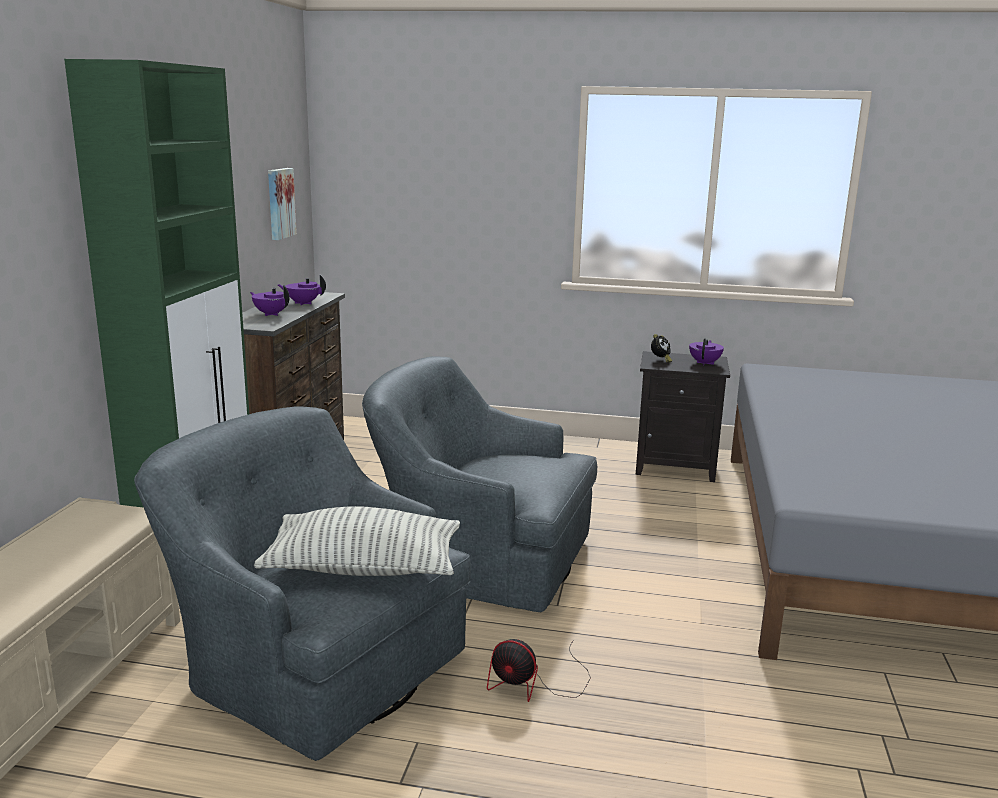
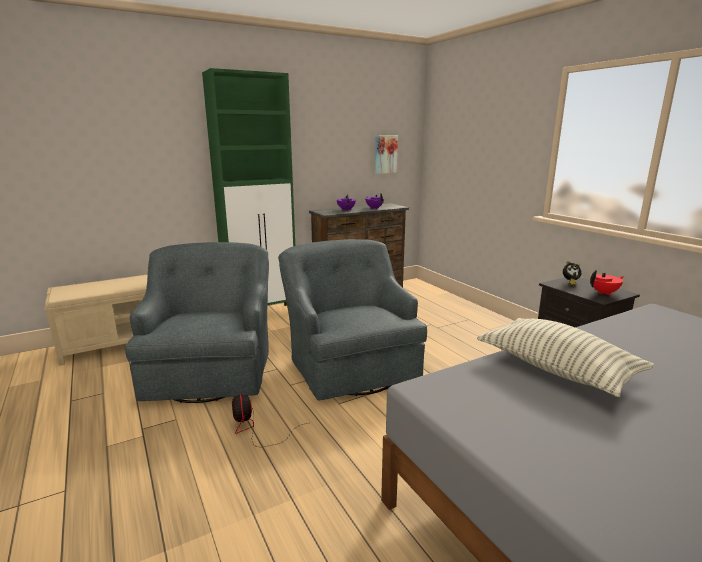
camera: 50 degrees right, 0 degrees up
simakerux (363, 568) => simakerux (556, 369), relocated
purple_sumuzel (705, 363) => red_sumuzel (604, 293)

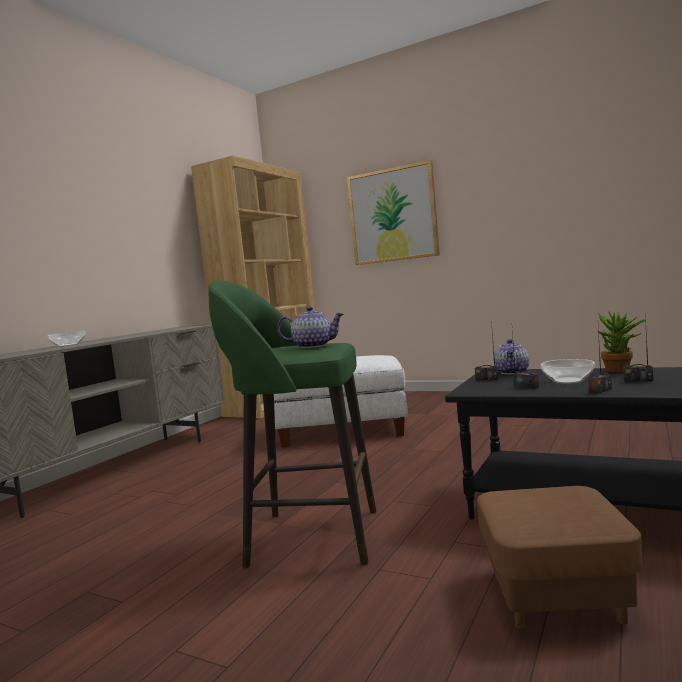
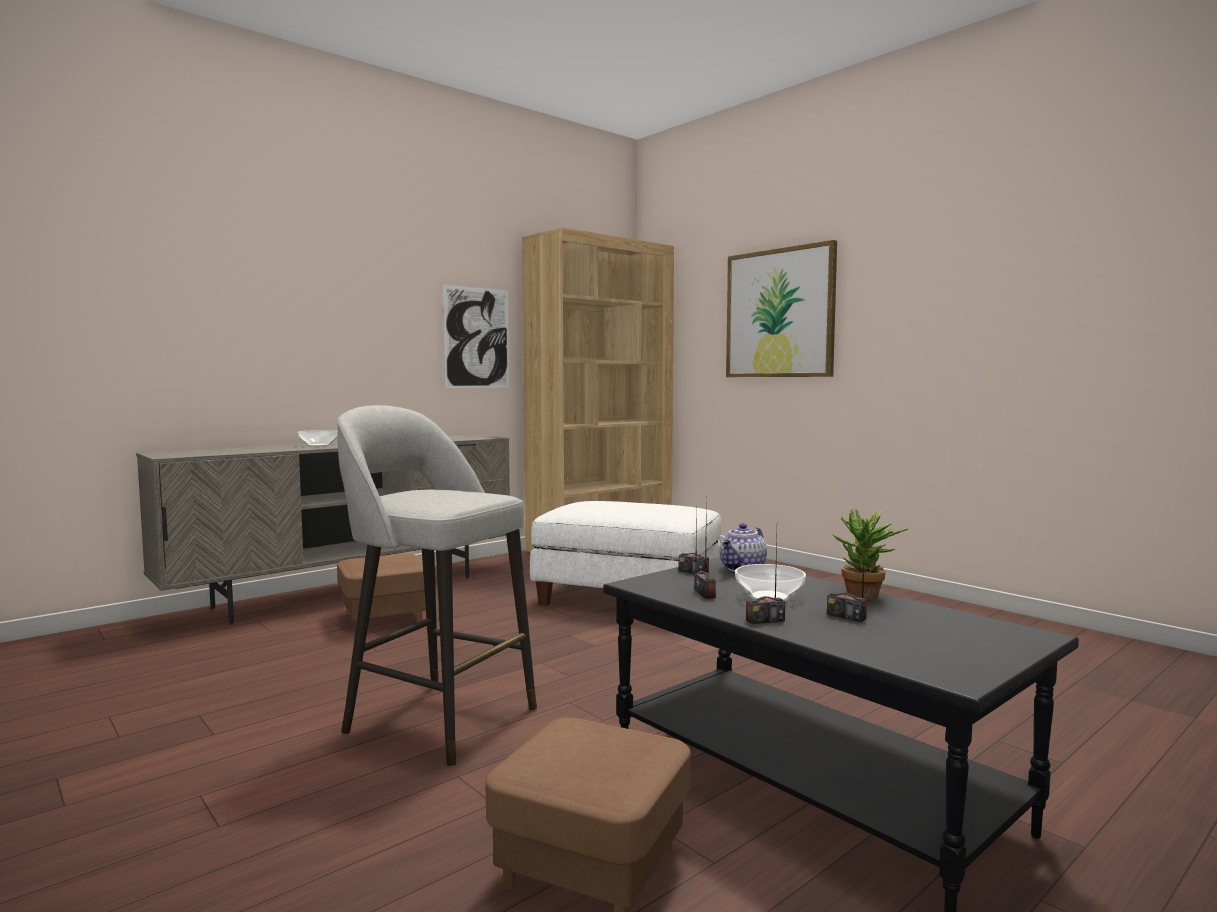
camera: 20 degrees right, 0 degrees up
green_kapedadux (309, 537) => grey_kapedadux (437, 719)
sumuzel (313, 346) => nothing
nothing => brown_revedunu (384, 617)
nothing => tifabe (477, 338)

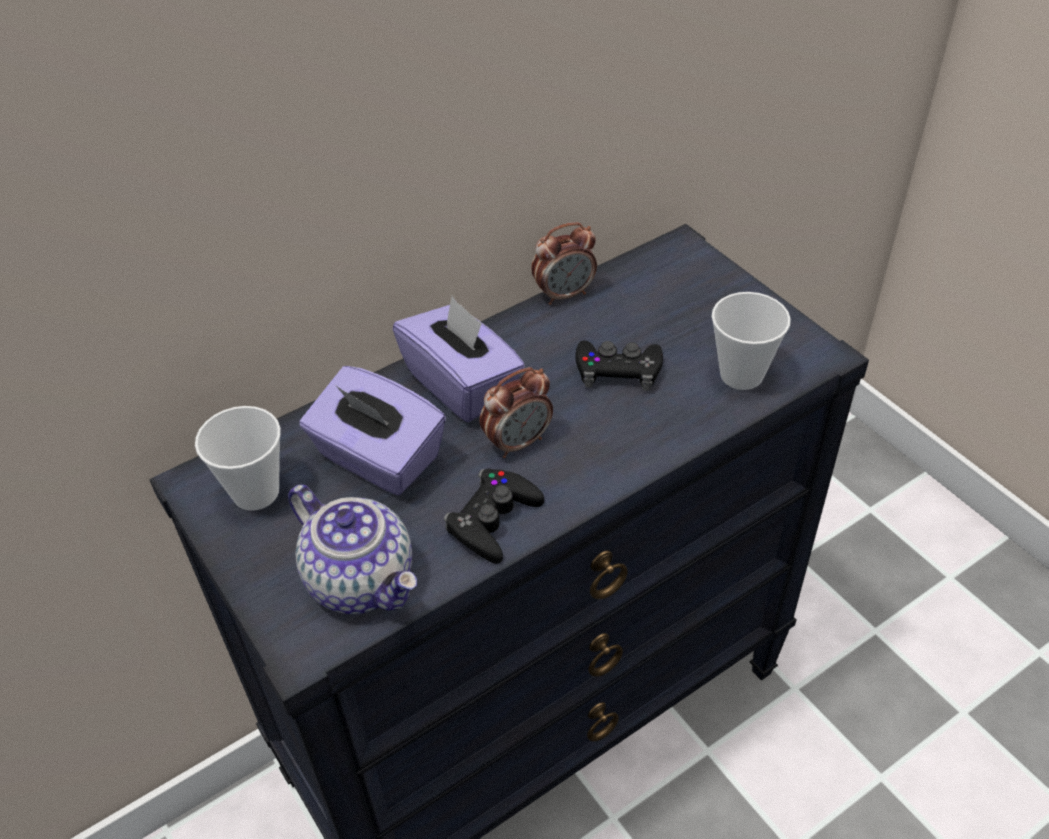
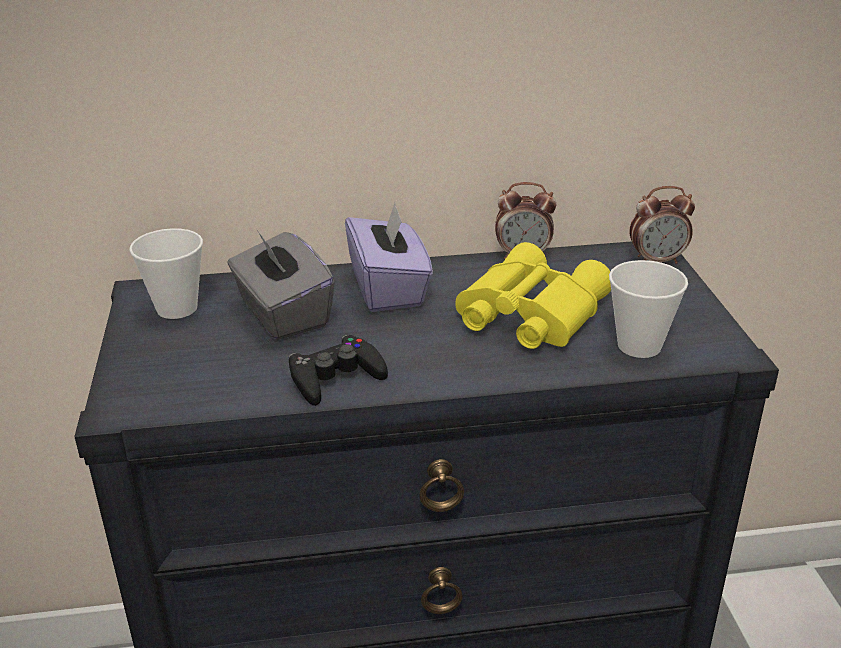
camera: 25 degrees right, 15 degrees down
sumuzel (362, 580) => nothing
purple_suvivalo (378, 458) => grey_suvivalo (282, 314)
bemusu (518, 442) => bemusu (657, 261), relocated
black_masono (618, 370) => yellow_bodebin (527, 314)

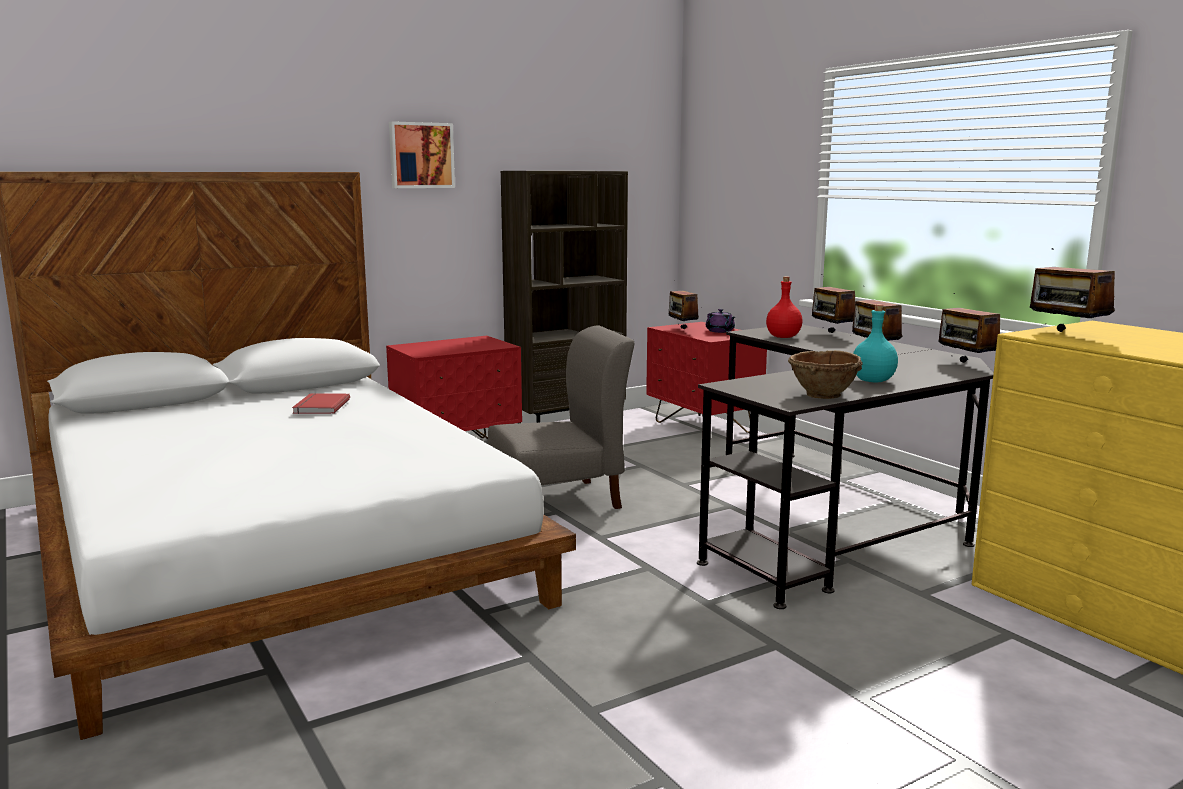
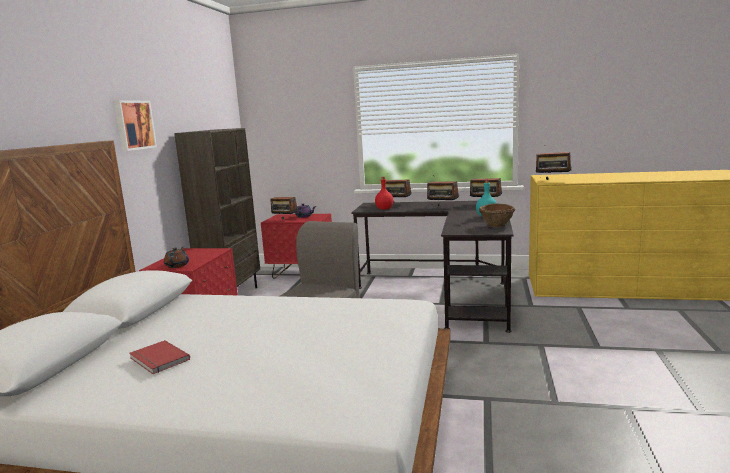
camera: 45 degrees left, 0 degrees up
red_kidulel (319, 406) => red_kidulel (158, 359), relocated
nothing => brown_sumuzel (177, 265)

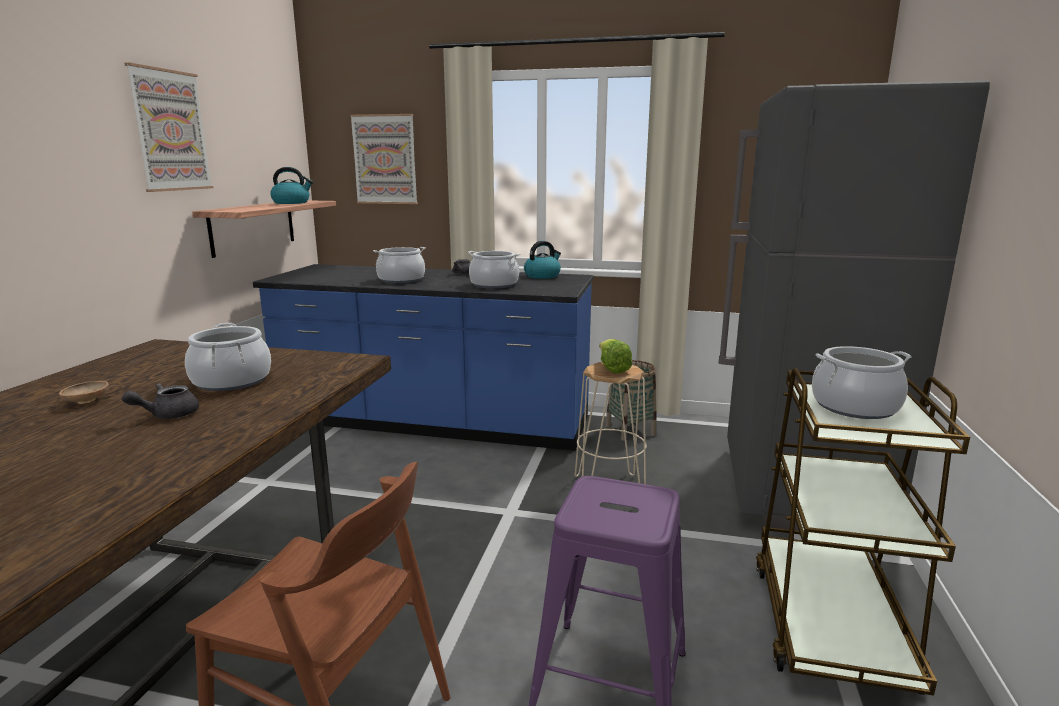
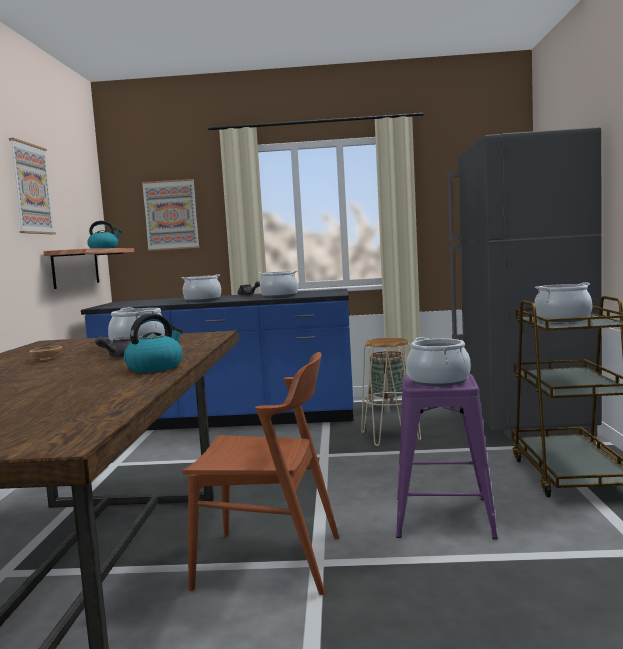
camera: 10 degrees left, 10 degrees down
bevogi (542, 276) => bevogi (155, 367), relocated
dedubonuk (612, 369) => nothing
nothing => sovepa (439, 381)

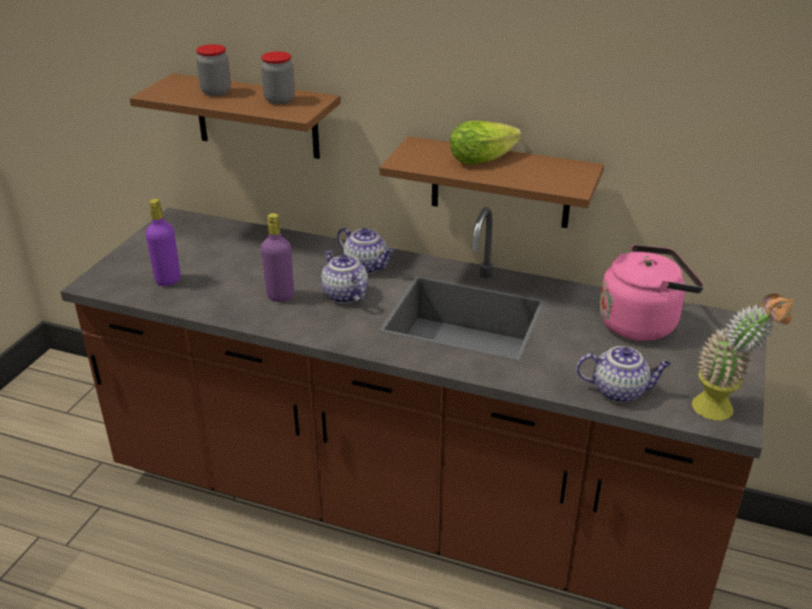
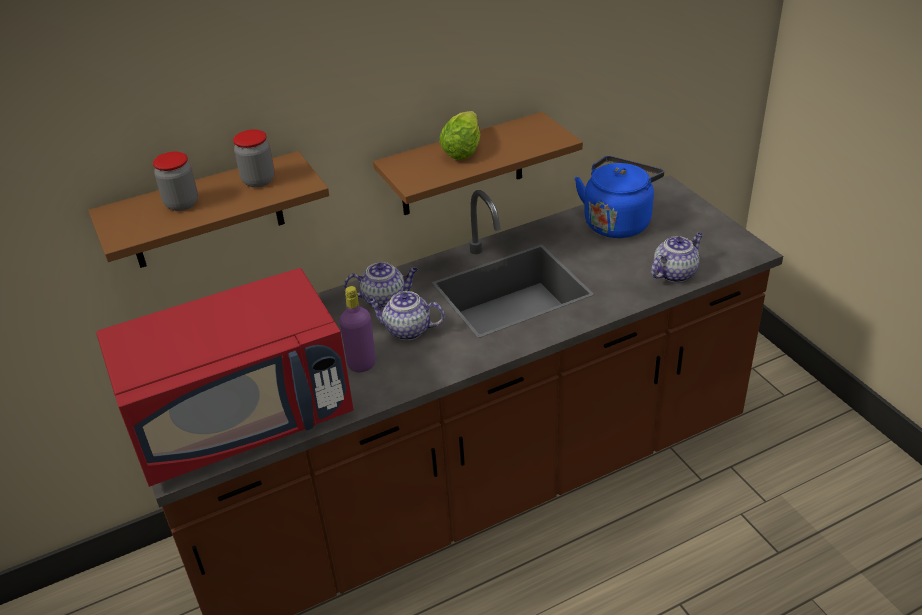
camera: 45 degrees left, 5 degrees up
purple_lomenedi (168, 280) => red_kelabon (242, 418)
pink_bevogi (642, 323) => blue_bevogi (618, 222)
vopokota (723, 411) => nothing

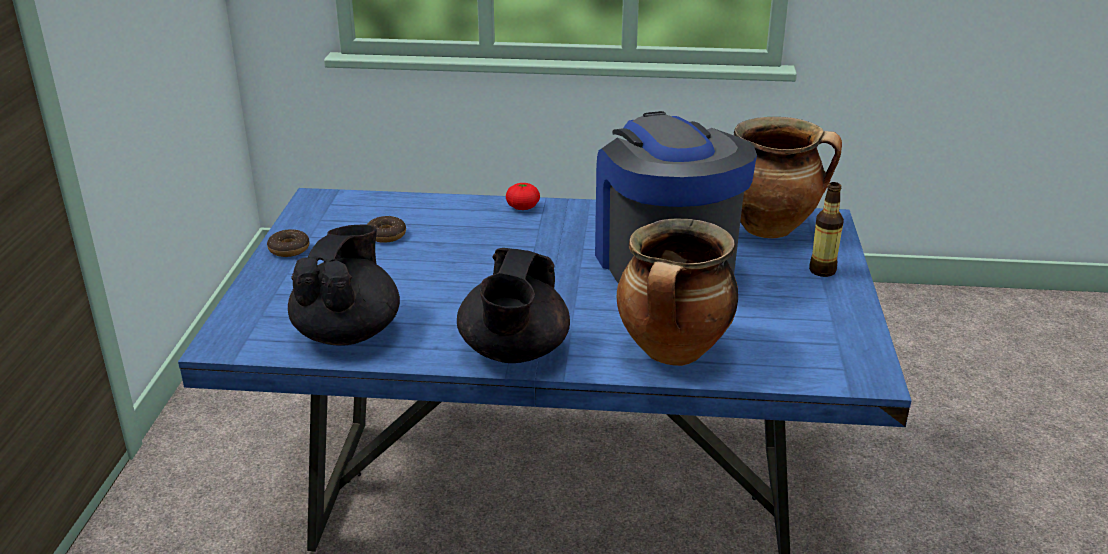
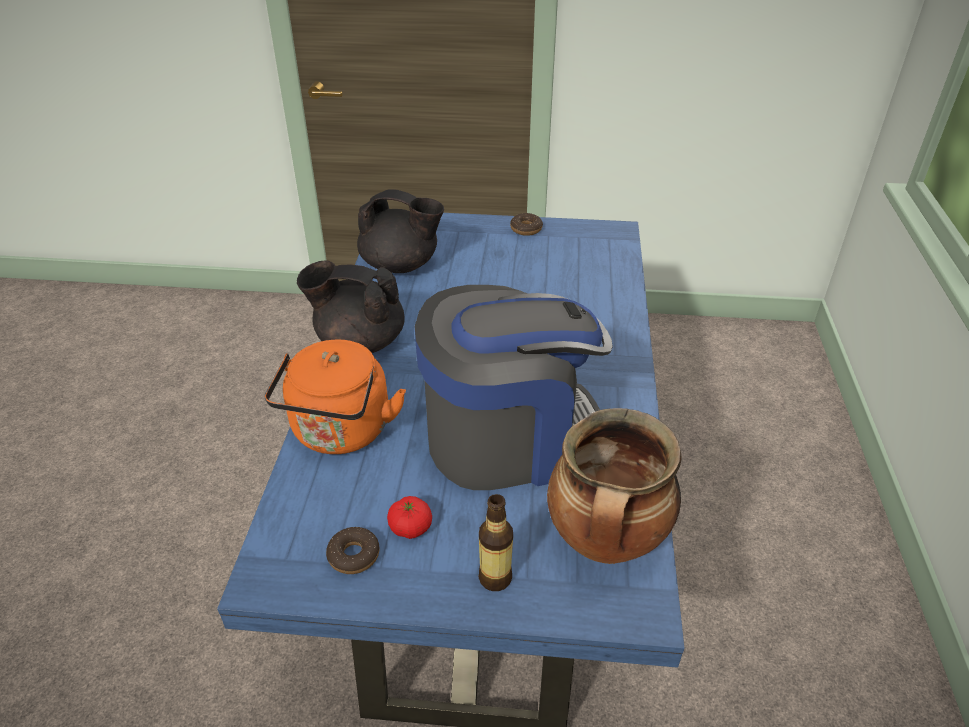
camera: 90 degrees right, 10 degrees up
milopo (386, 235) => milopo (354, 555), relocated
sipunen (523, 207) => sipunen (410, 527), relocated
sovepa (674, 353) => orange_bevogi (340, 433)

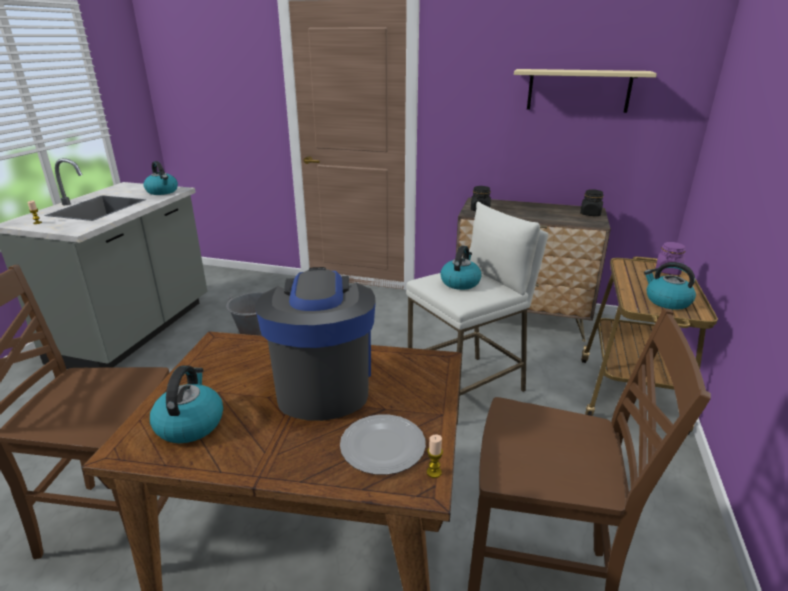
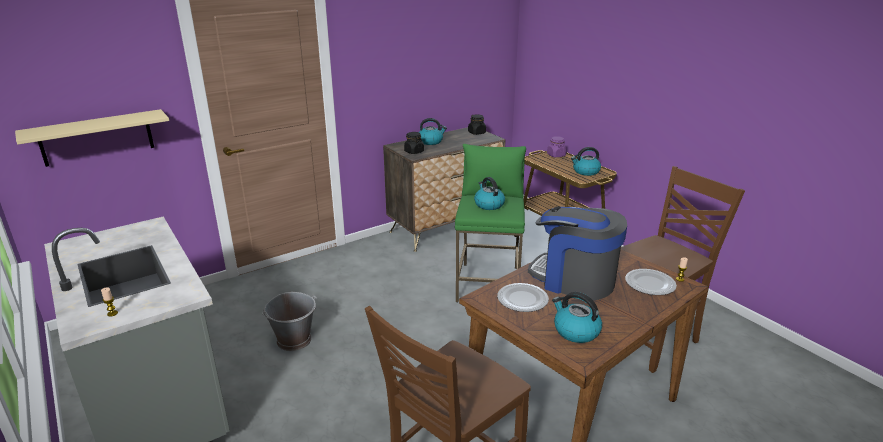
camera: 50 degrees left, 0 degrees up
bevogi (162, 191) => bevogi (431, 141), relocated
white_kapedadux (467, 387) => green_kapedadux (488, 283)
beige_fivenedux (578, 90) => beige_fivenedux (97, 138), relocated
nothing => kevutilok (523, 299)

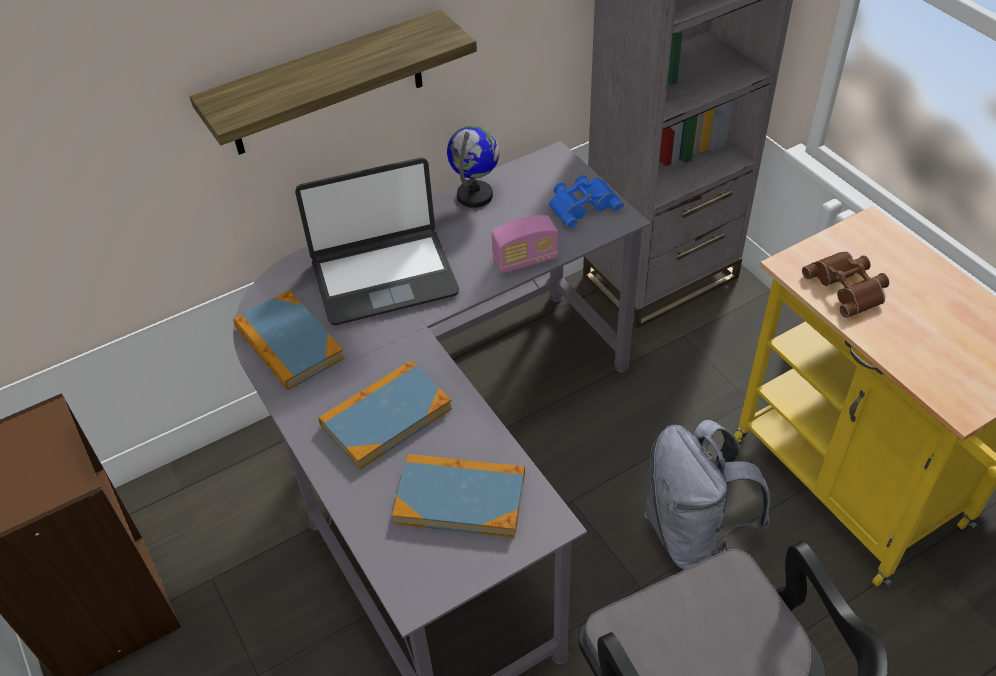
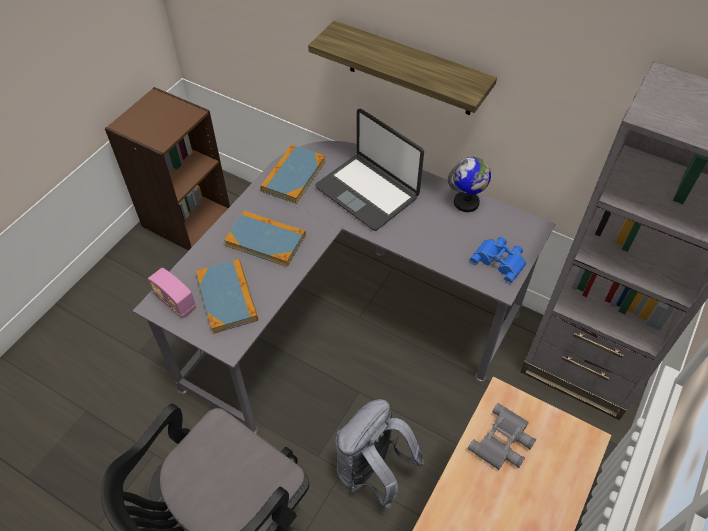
camera: 60 degrees right, 5 degrees up
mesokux (525, 260) => mesokux (175, 302), relocated
brown_bodebin (848, 287) => grey_bodebin (504, 442)

